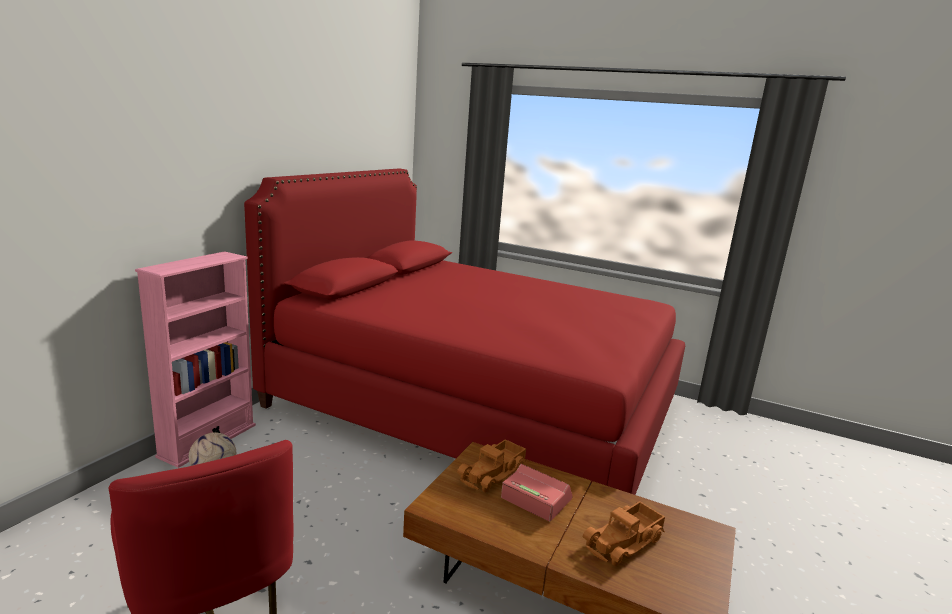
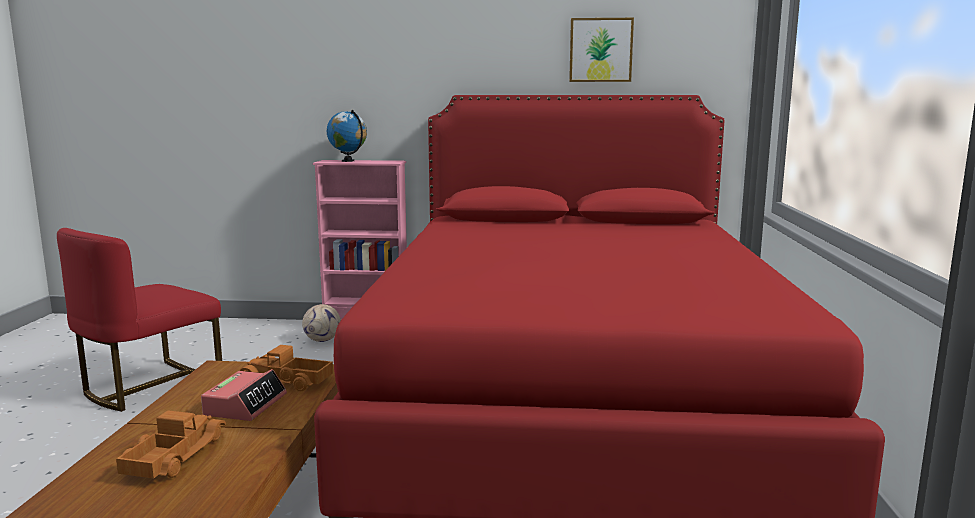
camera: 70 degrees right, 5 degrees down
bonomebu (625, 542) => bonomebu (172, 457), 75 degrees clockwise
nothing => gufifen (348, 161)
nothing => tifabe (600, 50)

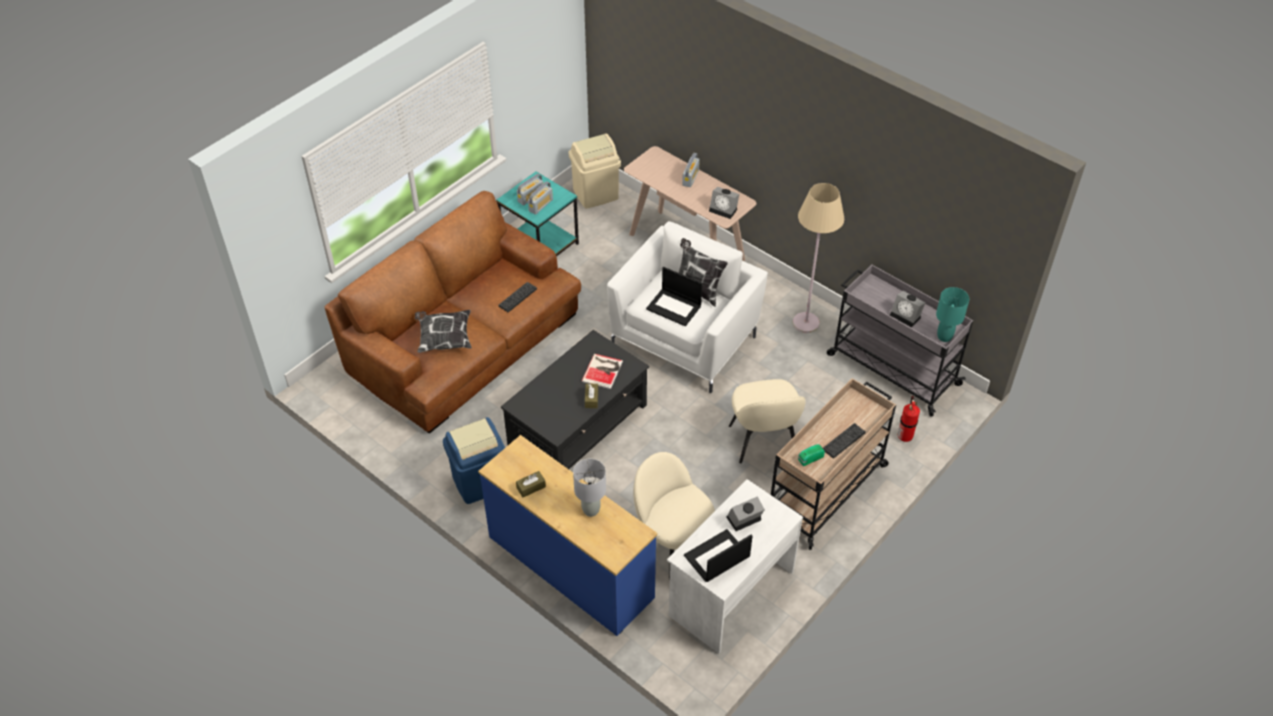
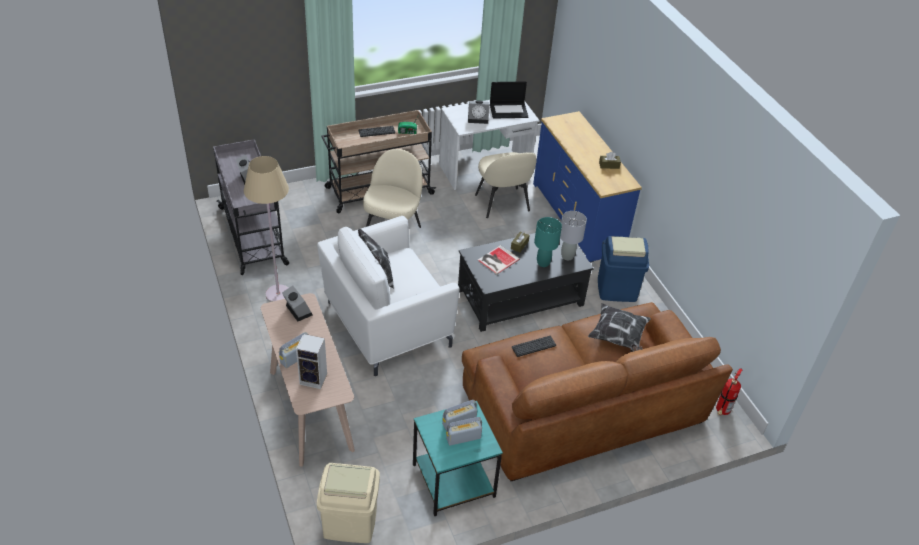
camera: 155 degrees left, 5 degrees down
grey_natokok (590, 510) => grey_natokok (567, 256), relocated
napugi (674, 307) => nothing
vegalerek (904, 435) => vegalerek (721, 412), relocated
turquoise_natokok (944, 337) => turquoise_natokok (543, 263), relocated
nothing => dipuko (314, 379)

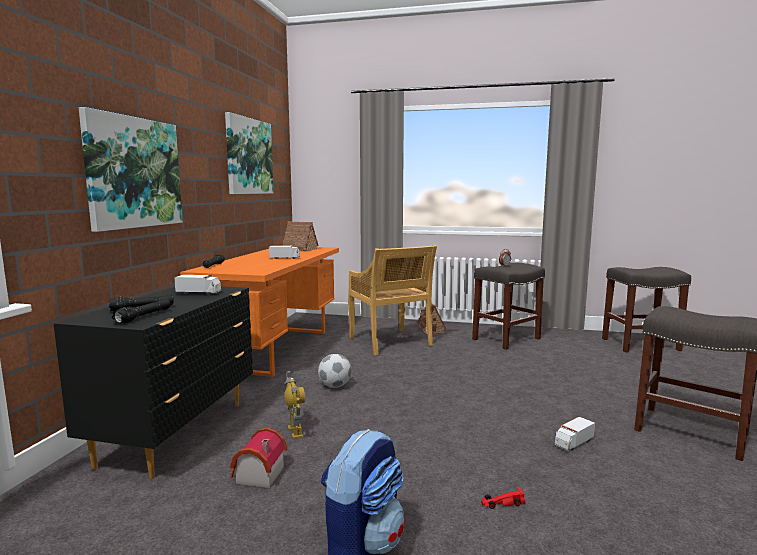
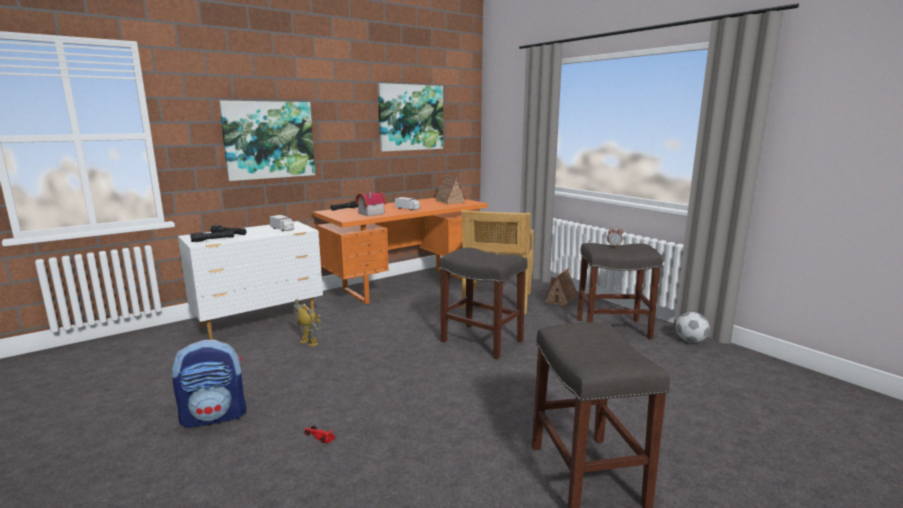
camera: 40 degrees right, 5 degrees up
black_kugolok (177, 432) => white_kugolok (260, 321)
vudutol (257, 475) => vudutol (369, 213), relocated
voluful (295, 431) => voluful (309, 343), 75 degrees counterclockwise
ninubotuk (335, 386) => ninubotuk (690, 341), relocated
bonomebu (573, 443) => nothing
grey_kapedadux (641, 344) => grey_kapedadux (483, 341), relocated

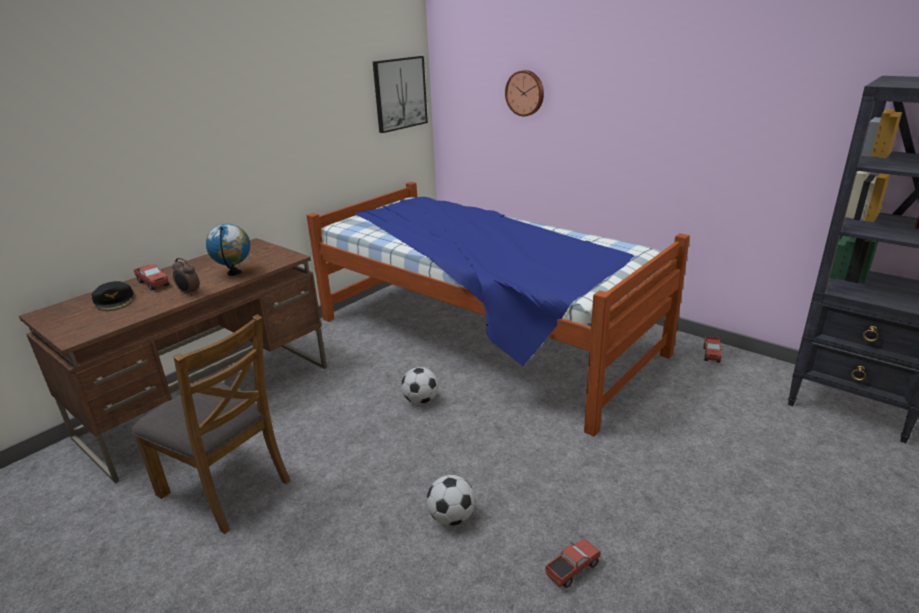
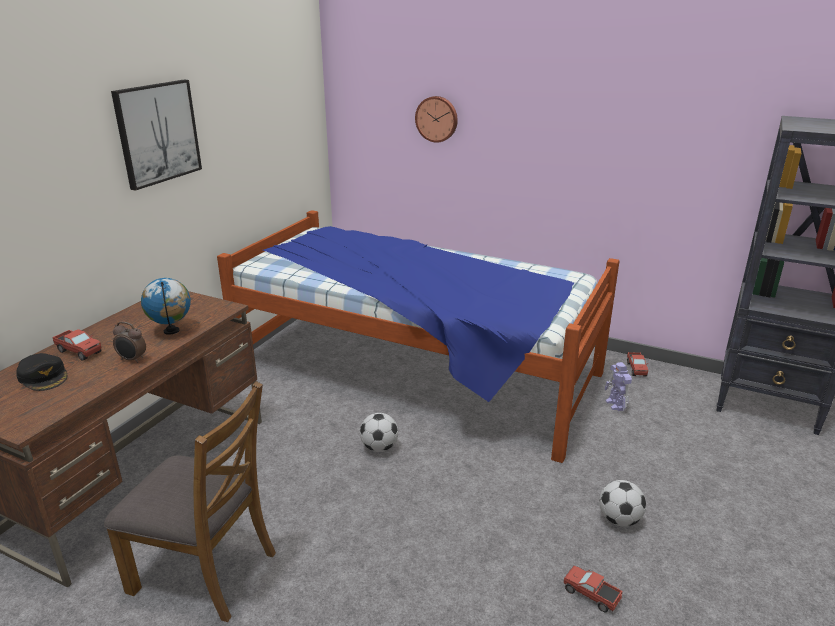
camera: 15 degrees left, 0 degrees up
tifabe (400, 93) => tifabe (157, 133), relocated
ninubotuk (452, 517) => ninubotuk (619, 519), relocated
bonomebu (572, 570) => bonomebu (591, 595), 90 degrees counterclockwise
nothing => voluful (616, 405)

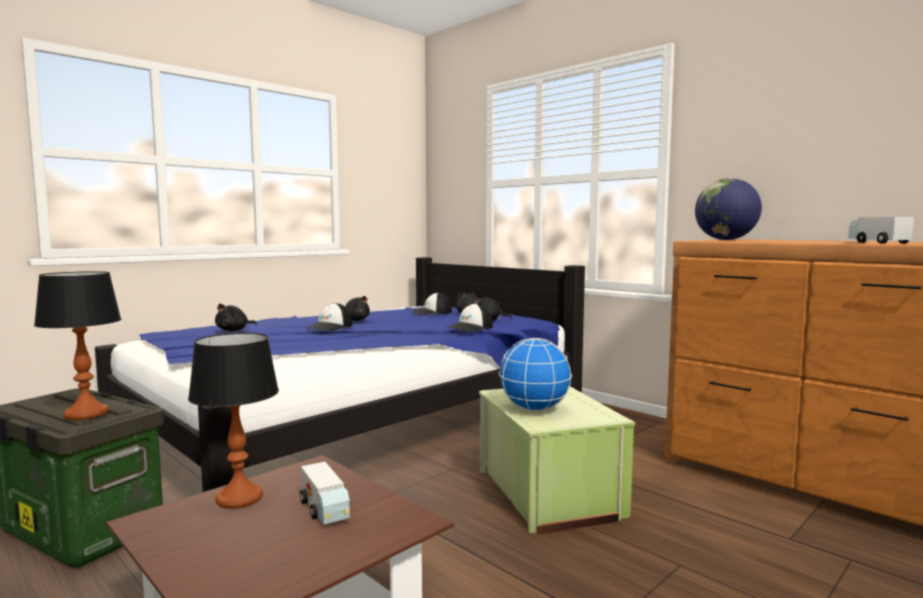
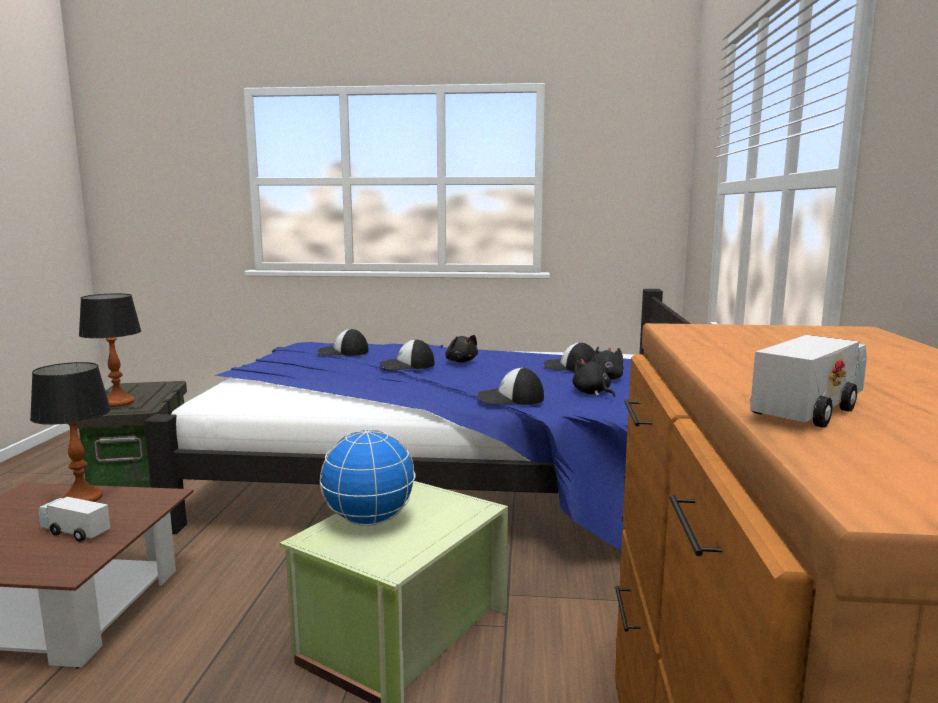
camera: 50 degrees right, 5 degrees up
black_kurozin (234, 330) => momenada (343, 352)
bonomebu (325, 509) => bonomebu (75, 531), 90 degrees clockwise
gufifen (726, 240) => nothing

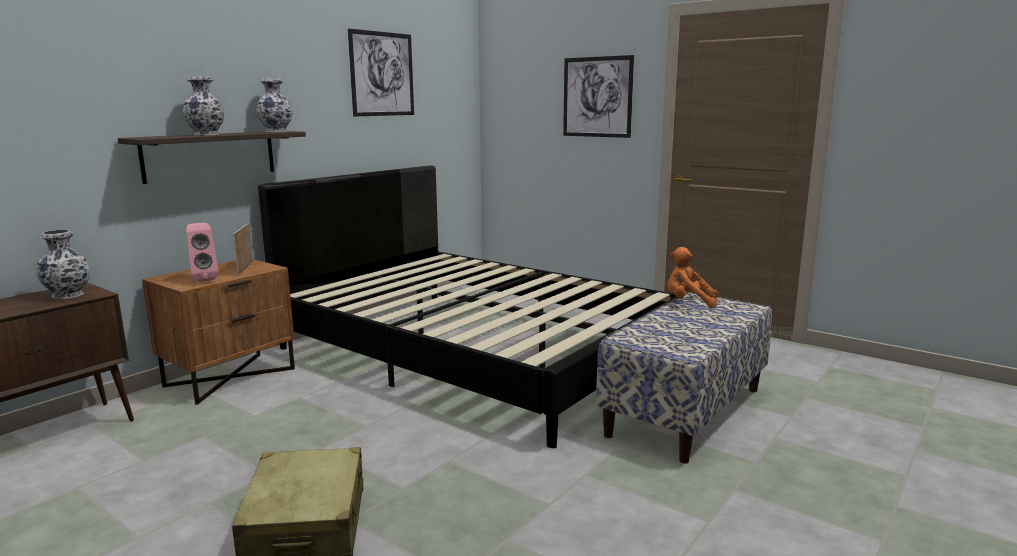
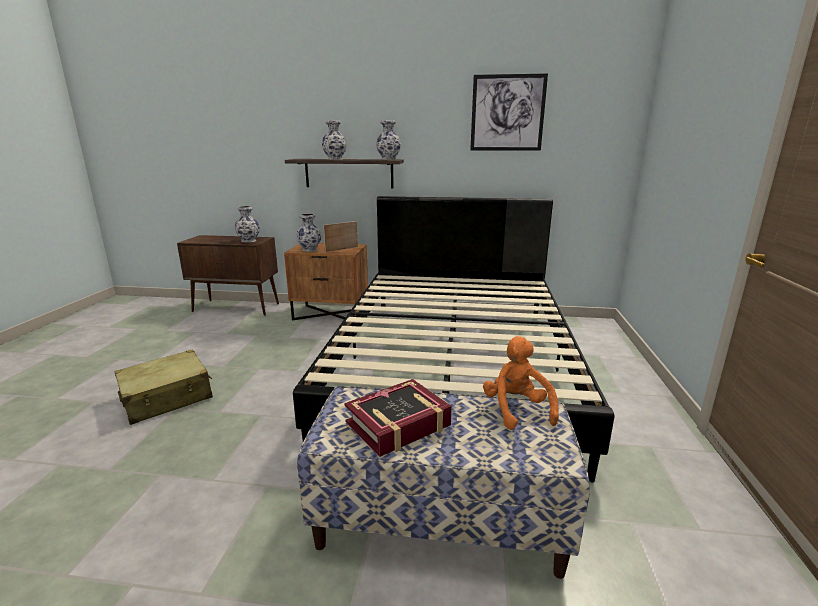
camera: 60 degrees right, 5 degrees up
pink_dipuko (204, 279) => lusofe (310, 250)
tifabe (597, 97) => nothing
nothing => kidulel (398, 424)

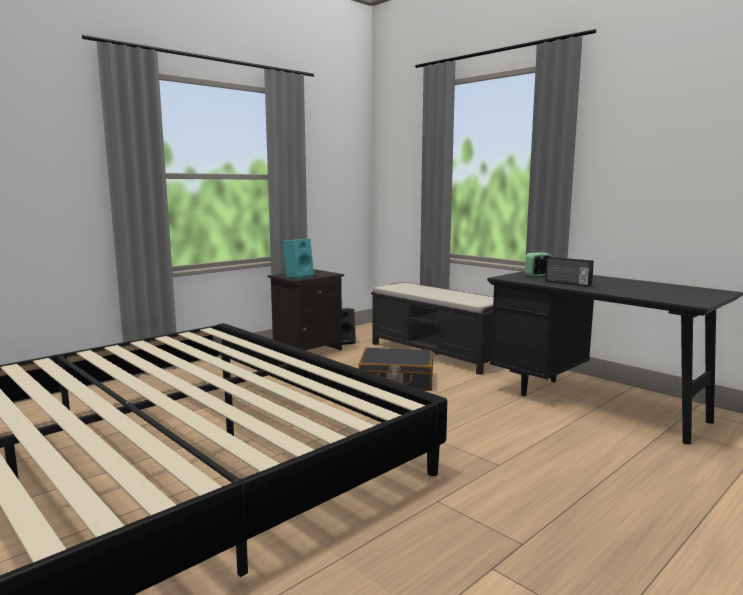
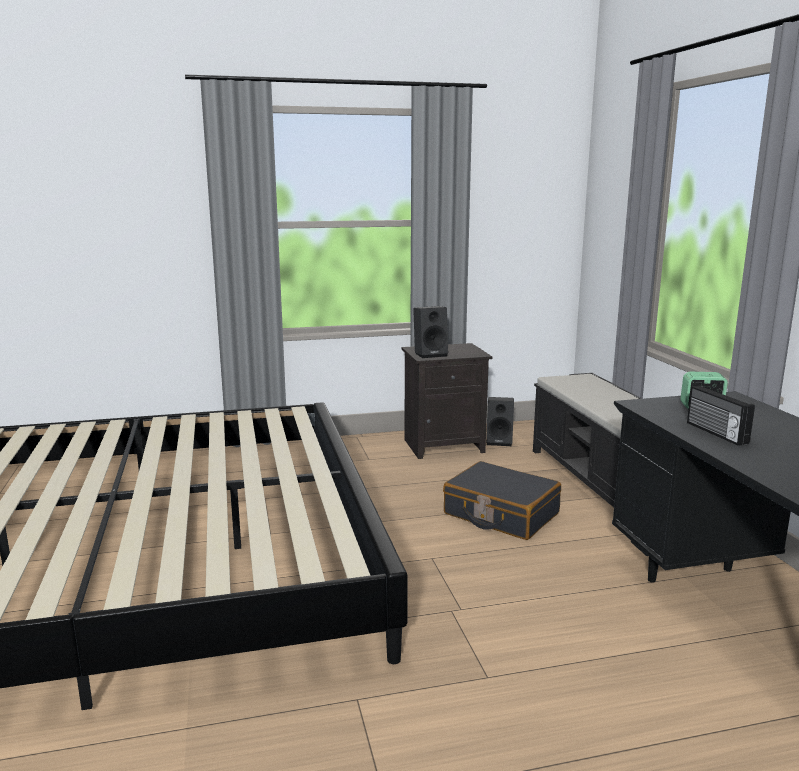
camera: 30 degrees right, 5 degrees up
turquoise_dipuko (298, 276) => black_dipuko (430, 354)

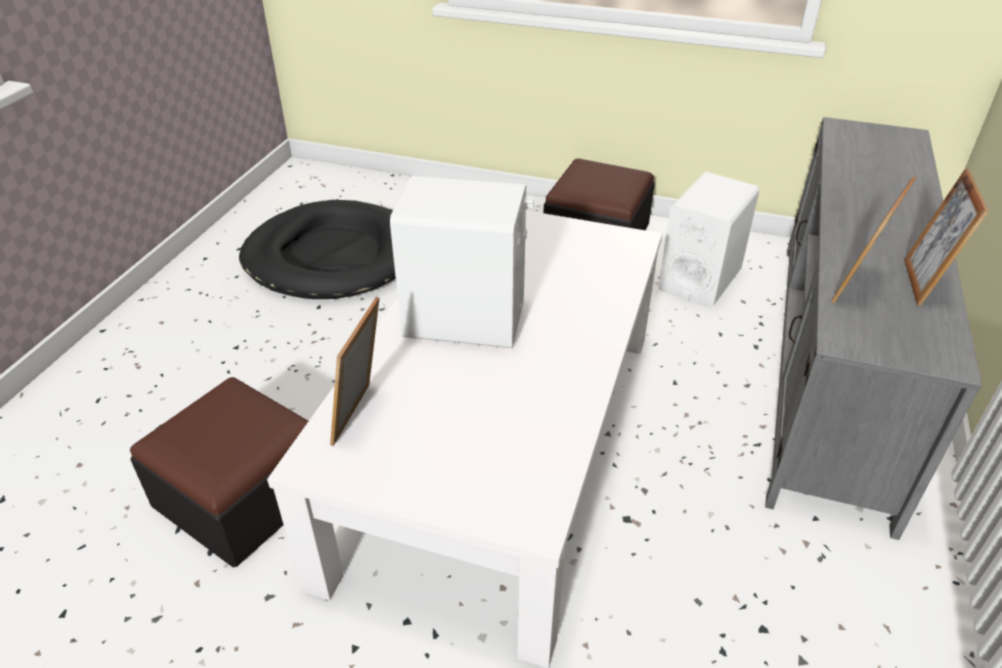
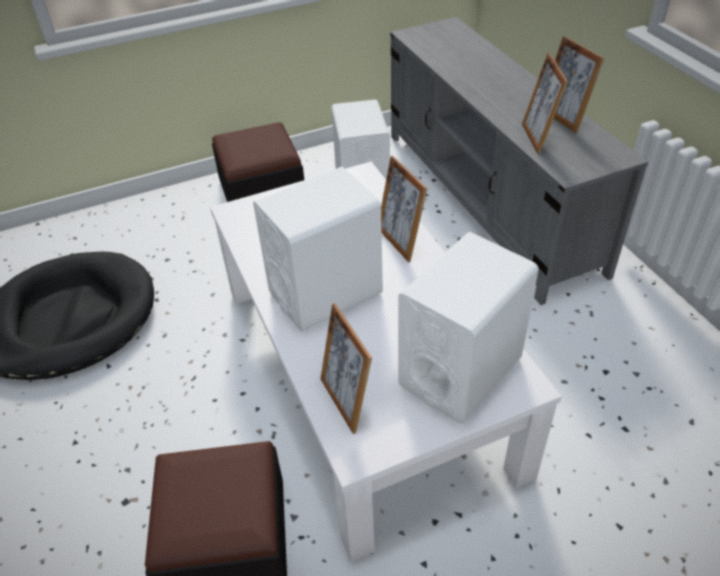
camera: 40 degrees left, 5 degrees up
nothing => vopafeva (400, 241)
nothing => white_dipuko (460, 371)

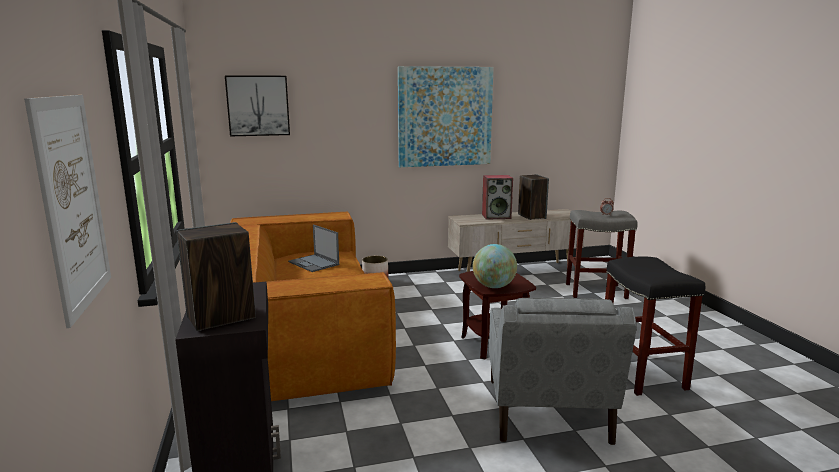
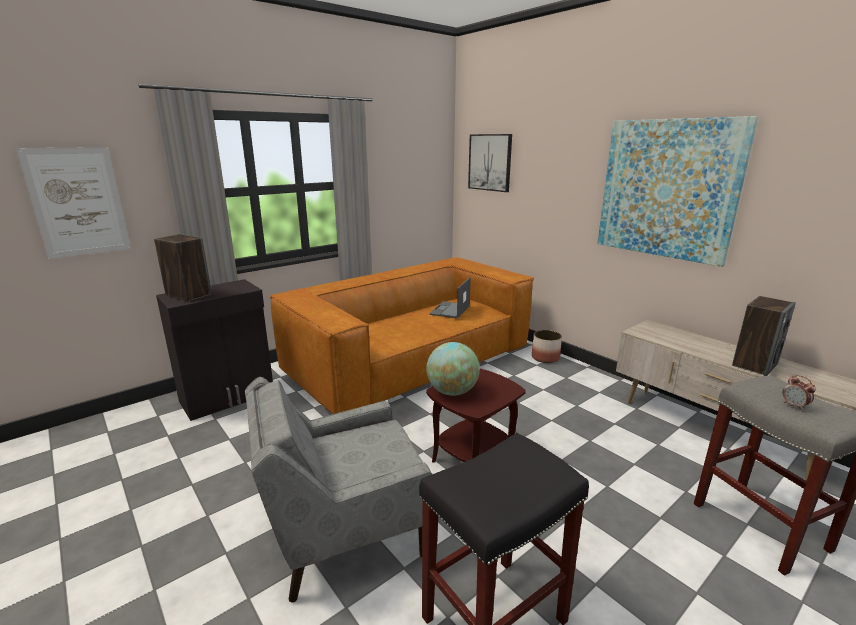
camera: 65 degrees right, 5 degrees up
dipuko (496, 216) => nothing

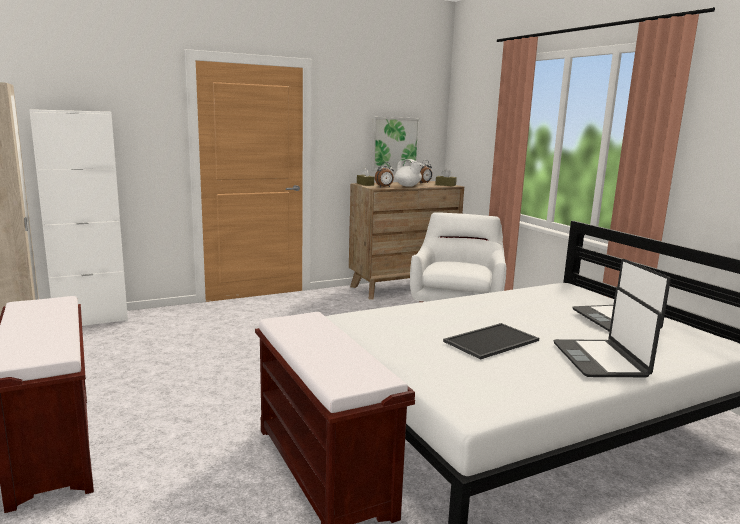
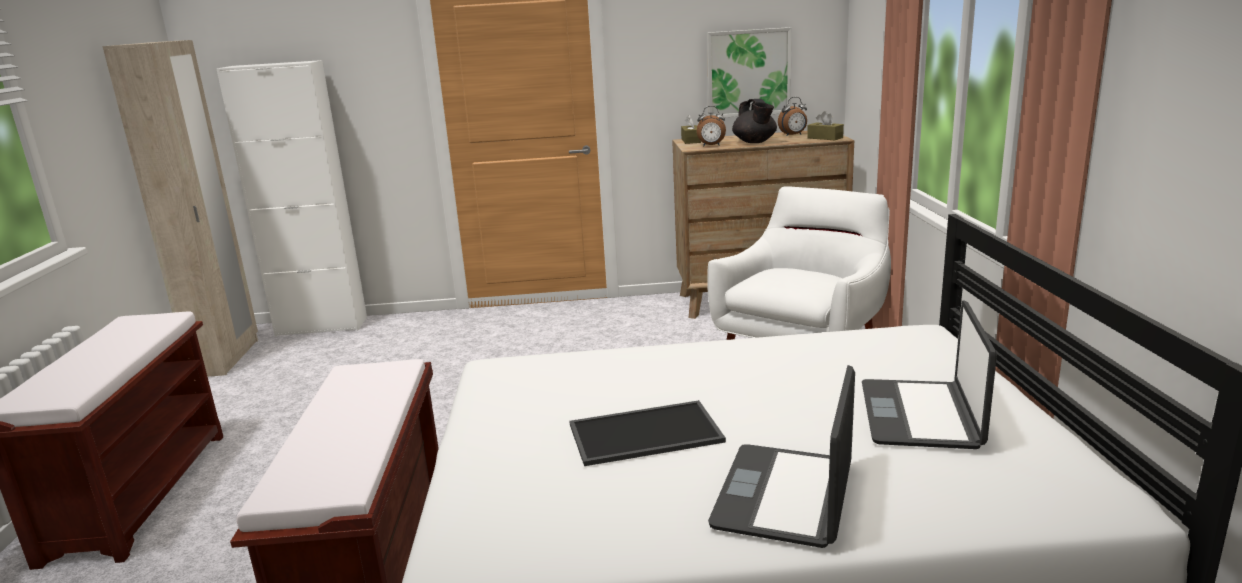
camera: 25 degrees right, 5 degrees up
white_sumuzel (408, 186) => black_sumuzel (754, 142)

